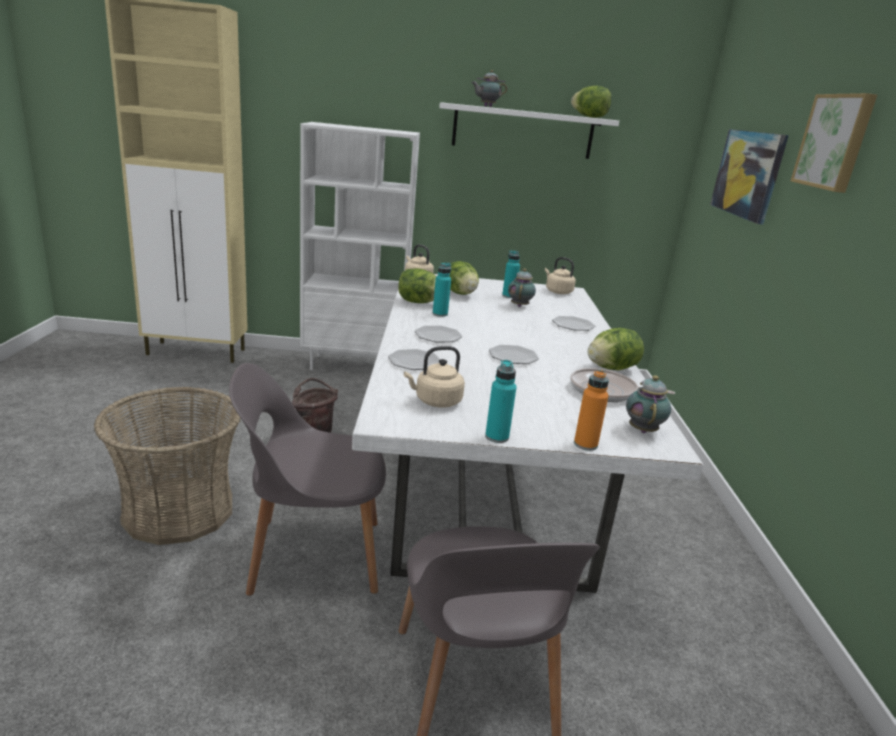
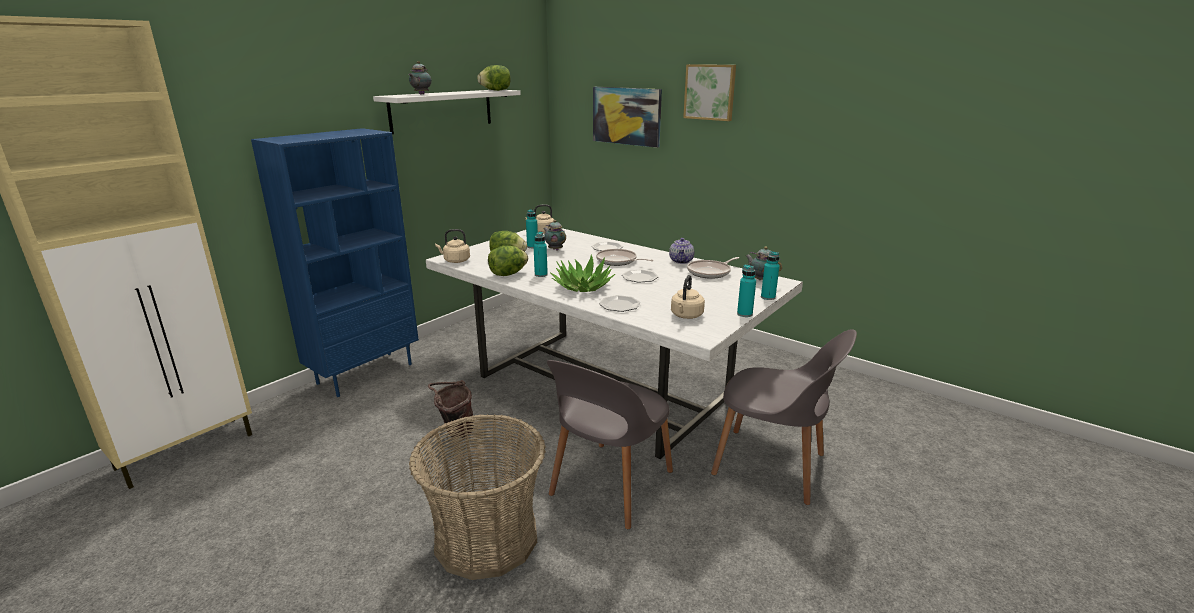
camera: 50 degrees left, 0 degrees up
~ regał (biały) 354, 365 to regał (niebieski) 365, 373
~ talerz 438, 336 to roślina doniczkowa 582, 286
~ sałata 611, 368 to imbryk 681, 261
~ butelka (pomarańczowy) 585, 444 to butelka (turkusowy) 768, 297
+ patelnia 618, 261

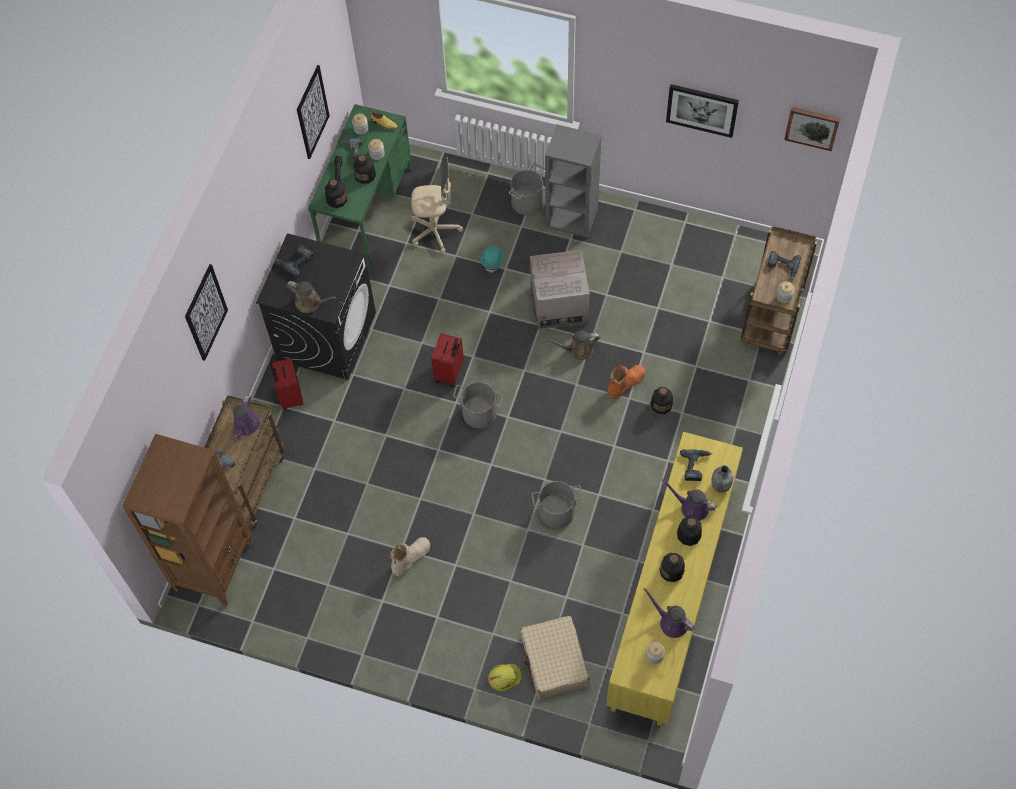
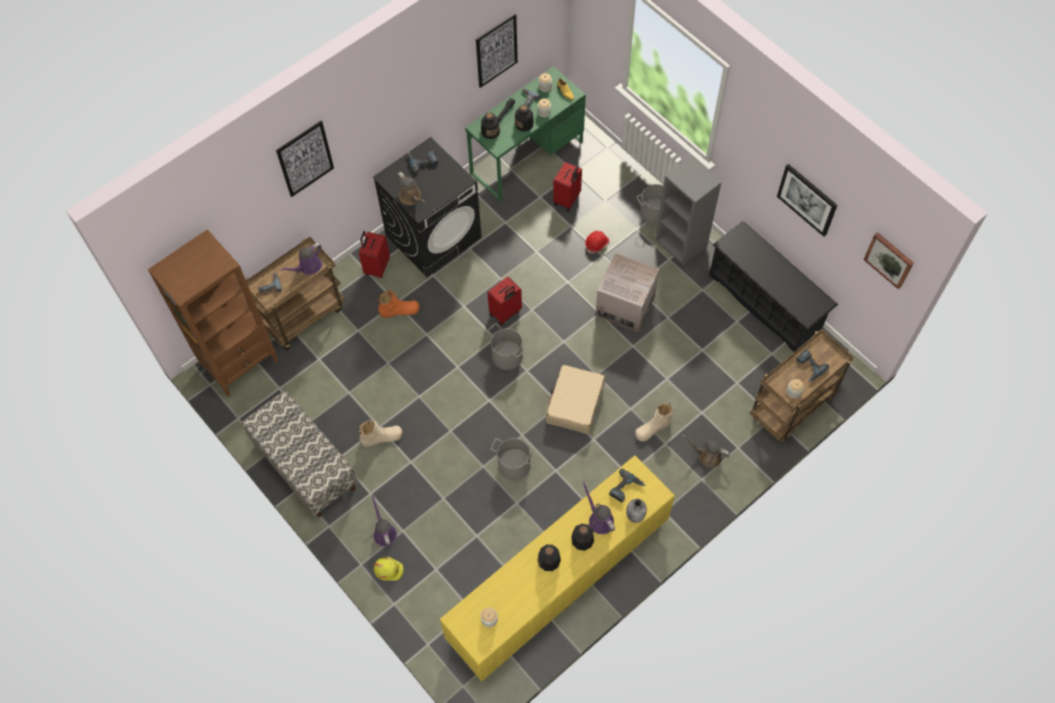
camera: 30 degrees right, 0 degrees up
~ krzesło biurowe (beżowy) 435, 231 to walizka (czerwony) 567, 199
~ kask (turkusowy) 493, 260 to kask (czerwony) 597, 244
~ konewka (brązowy) 578, 350 to 707, 456
~ but z cholewką (pomarańczowy) 625, 383 to 399, 310
~ butelka 661, 404 to but z cholewką (beżowy) 653, 428
~ konewka (fioletowy) 671, 622 to 384, 532
~ walizka (beżowy) 554, 661 to 574, 404
+ regał na buty (czarny) 765, 303
+ ławka 305, 465

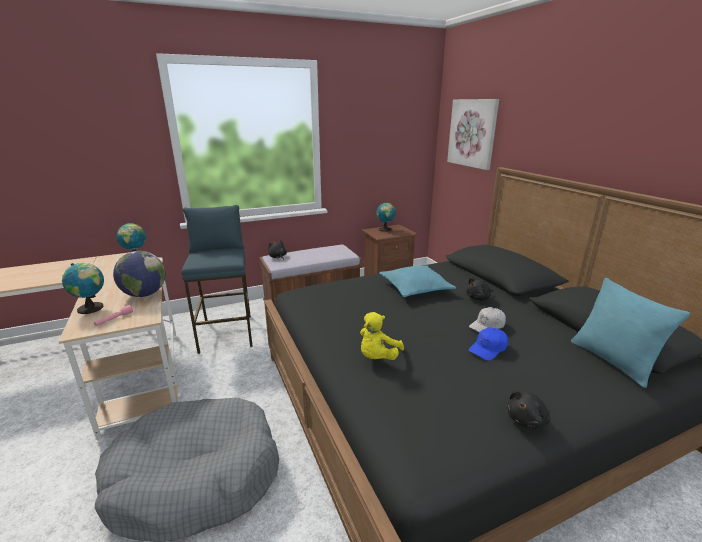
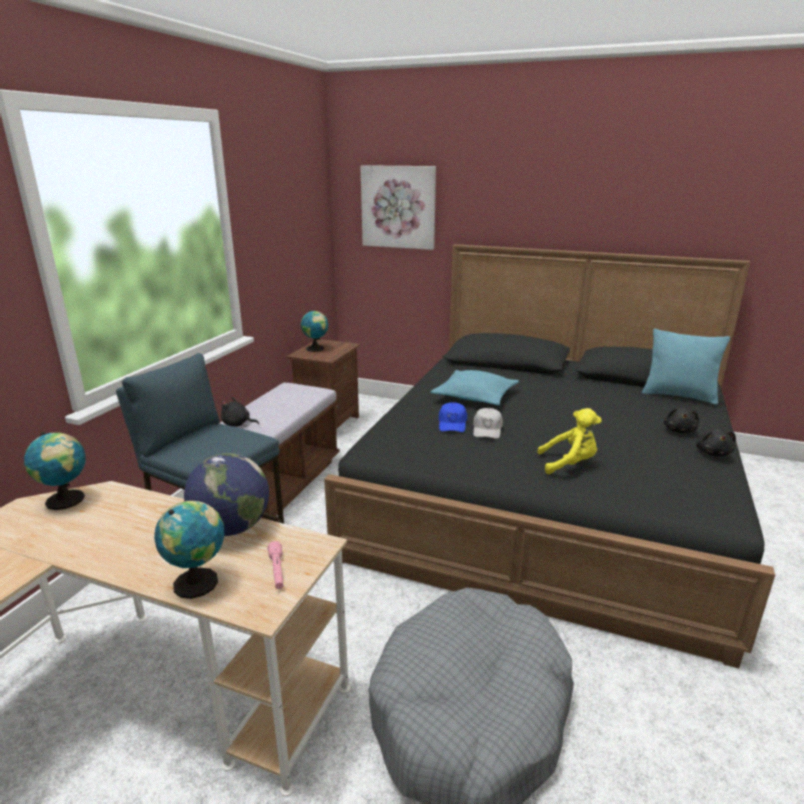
camera: 45 degrees left, 0 degrees up
~ pluszak (czarny) 478, 298 to 679, 430
~ czapka z daszkiem (biały) 487, 326 to 487, 430
~ pluszak (żółty) 377, 357 = 569, 464 75 degrees counterclockwise
~ czapka z daszkiem (niebieski) 488, 349 to 452, 424

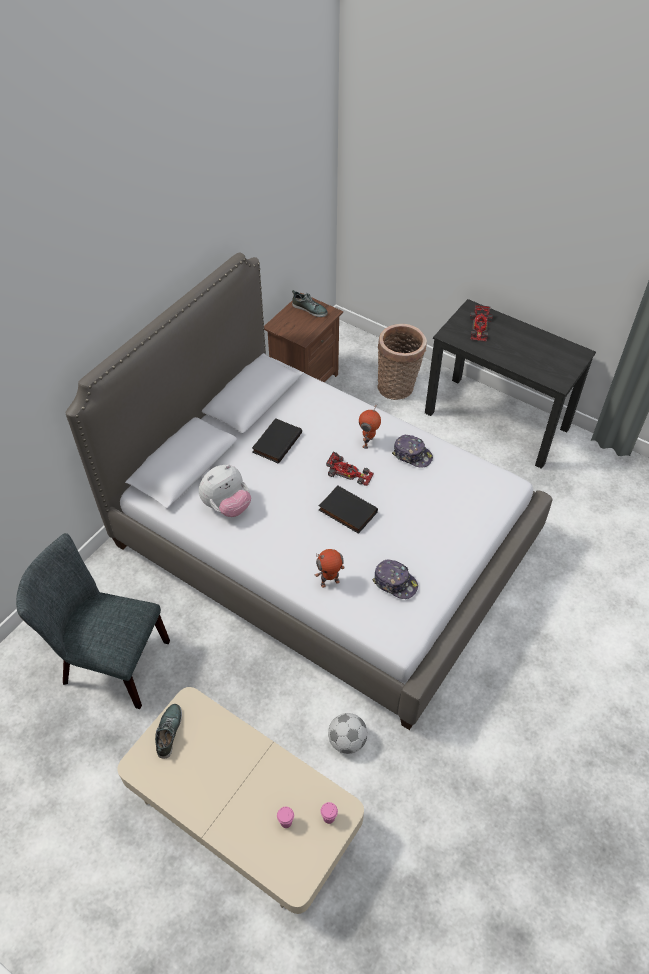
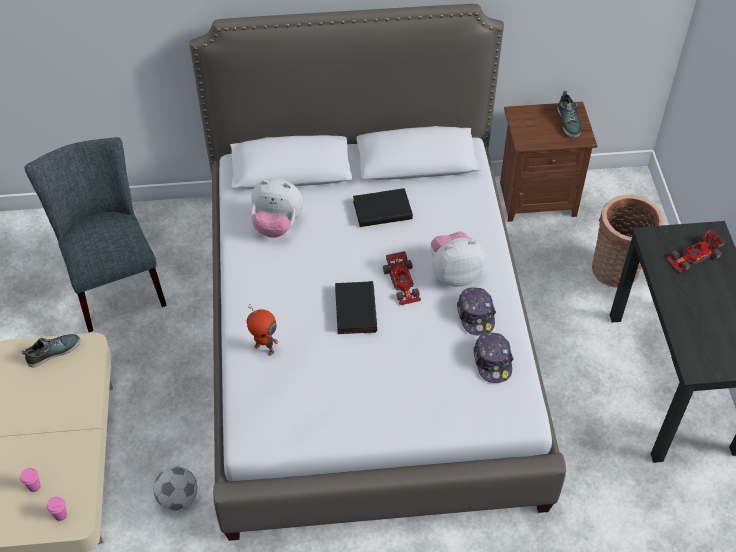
camera: 50 degrees right, 0 degrees up
~ robot zabawkowy 368, 443 to pluszak 454, 273
~ czapka z daszkiem 395, 582 to 493, 361

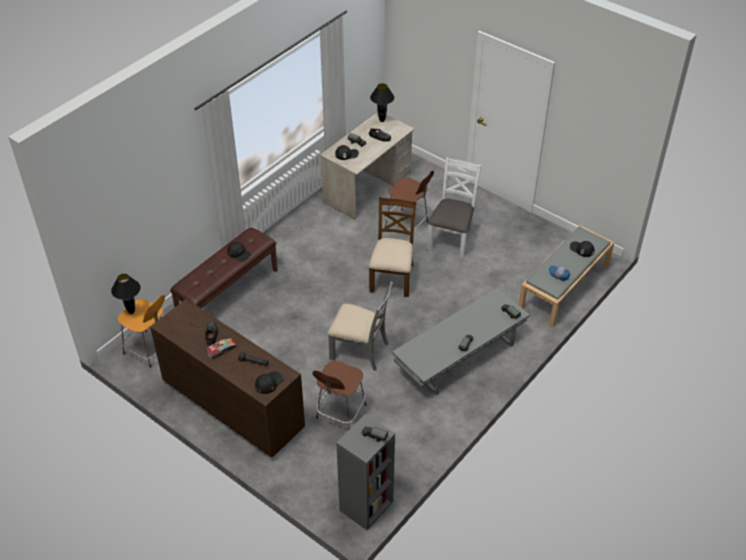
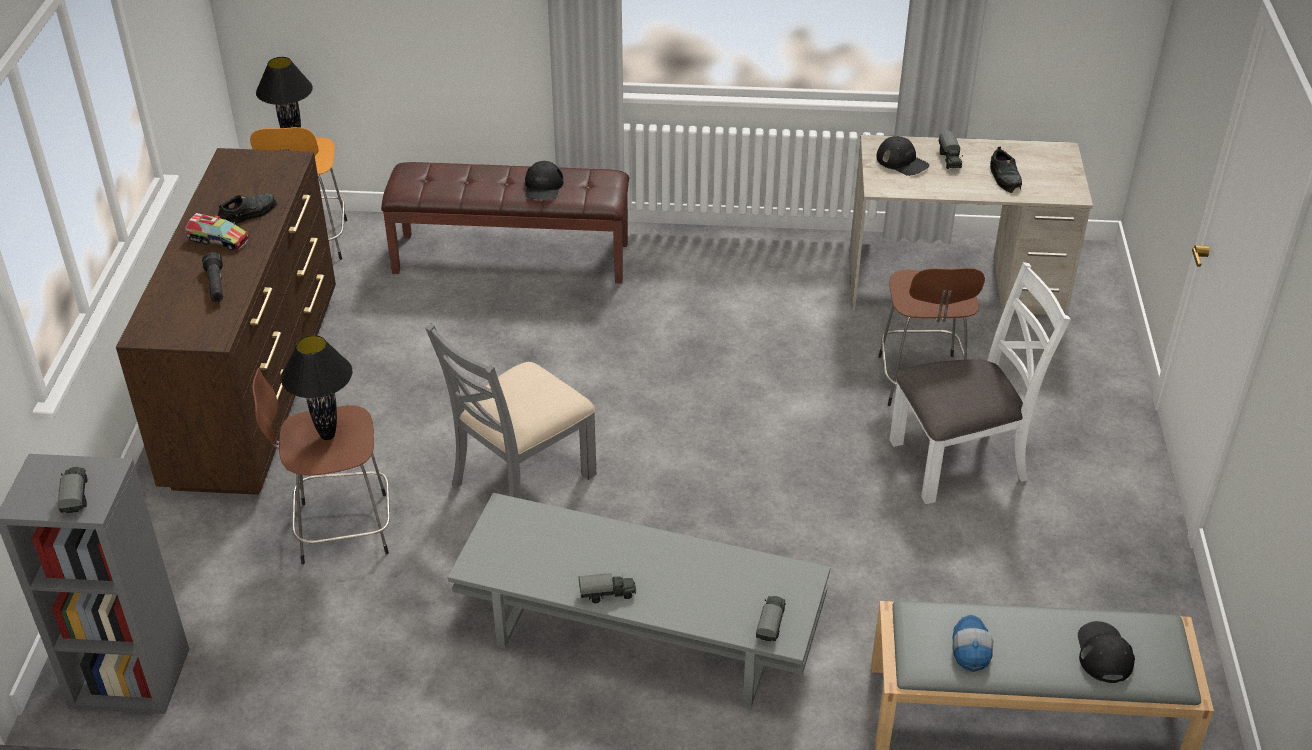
camera: 55 degrees right, 5 degrees down
~ lampa stołowa (czarny) 381, 120 to 328, 435
- krzesło (brązowy) 392, 277
~ krzesło (szary) 360, 350 = 521, 479 60 degrees clockwise
- czapka z daszkiem (czarny) 269, 383

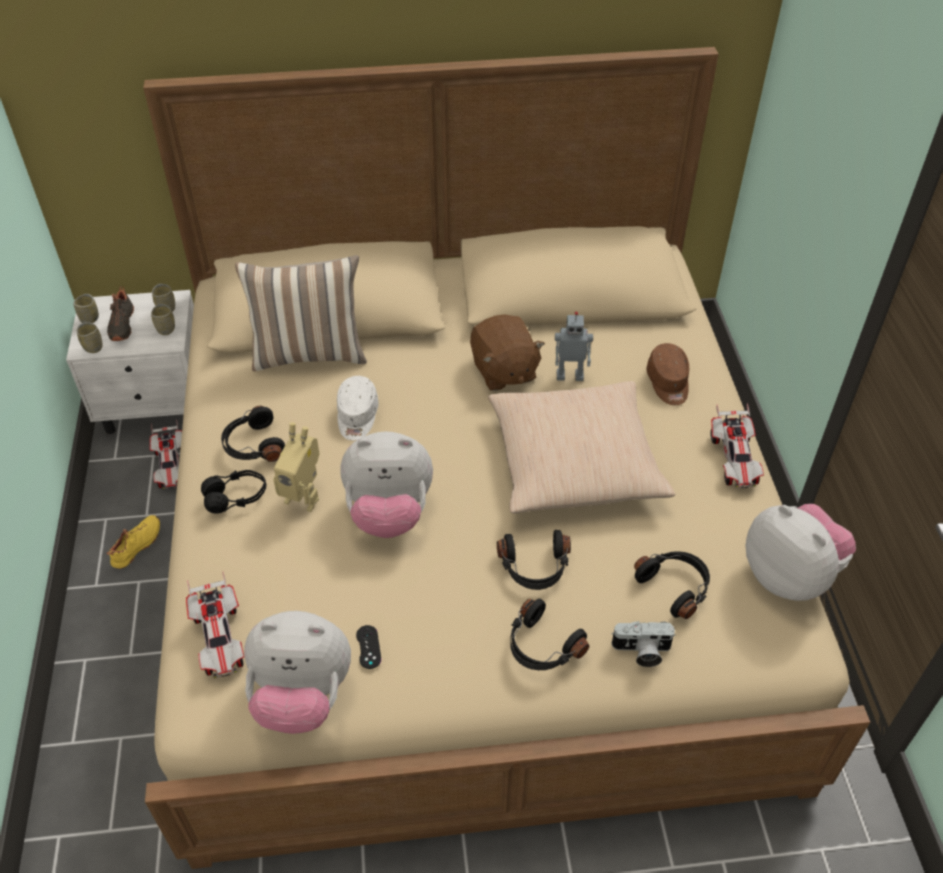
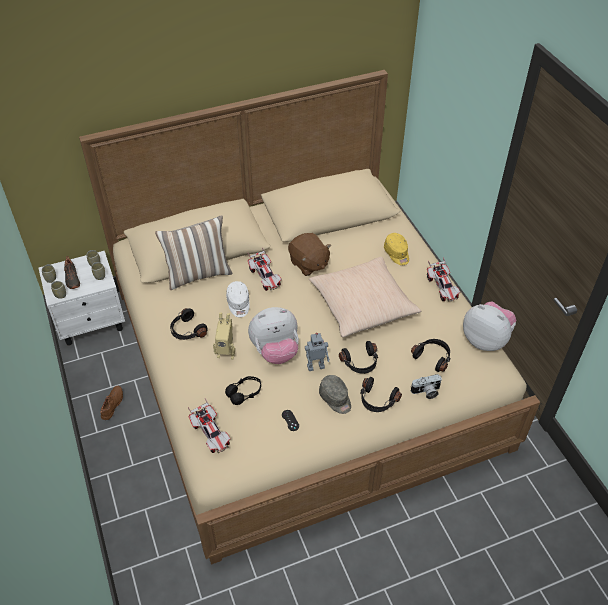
camera: 15 degrees left, 0 degrees up
~ robot zabawkowy 570, 375 to 315, 366
~ czapka z daszkiem (brązowy) 668, 383 to czapka z daszkiem (żółty) 397, 254
~ samochodzik 171, 466 to 265, 277
~ słuchawki (czarny) 236, 497 to 244, 393
~ but (żółty) 138, 546 to but (brązowy) 113, 405
- pluszak 302, 696
+ czapka z daszkiem (szary) 335, 399

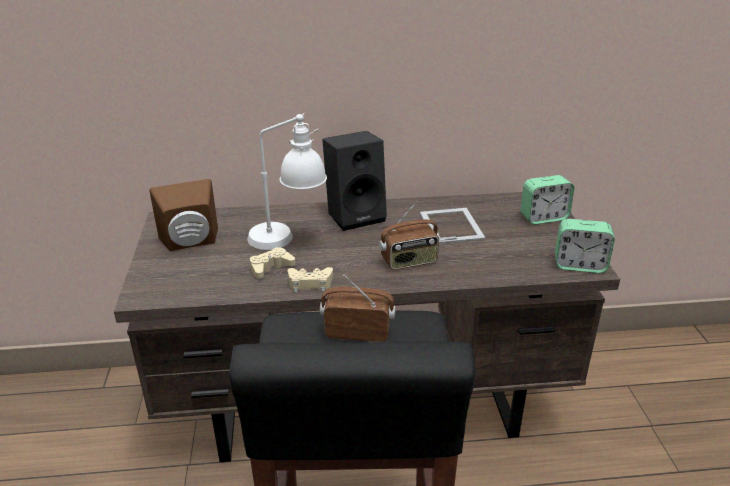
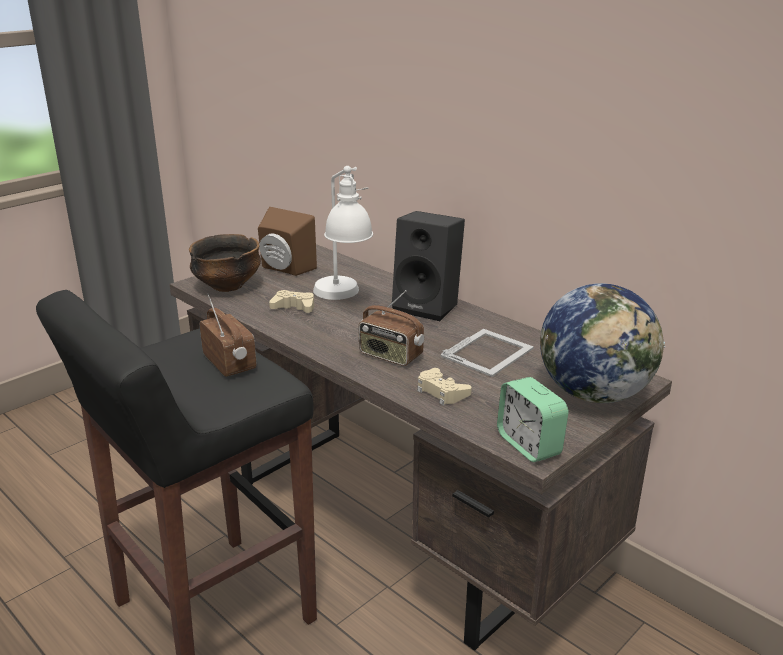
camera: 50 degrees right, 5 degrees down
~ budzik 543, 217 to globus 594, 394
~ pad do gier (beżowy) 310, 283 to 441, 392
+ miska 227, 286

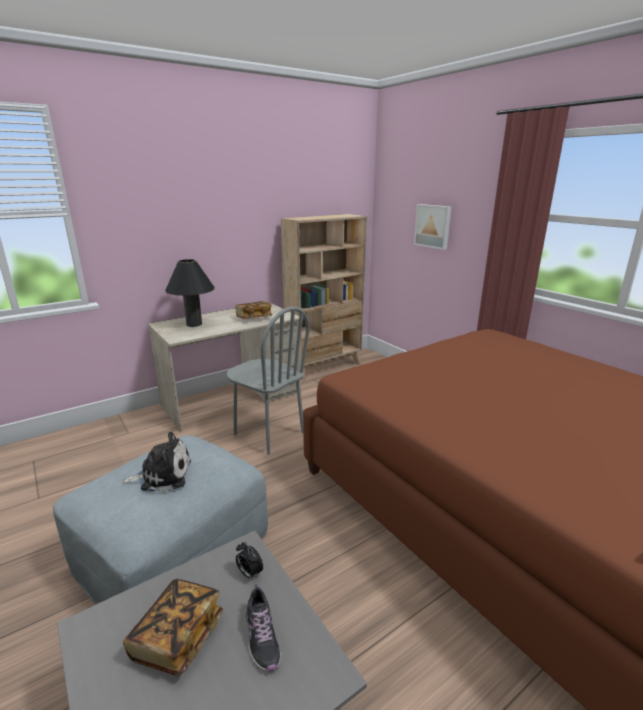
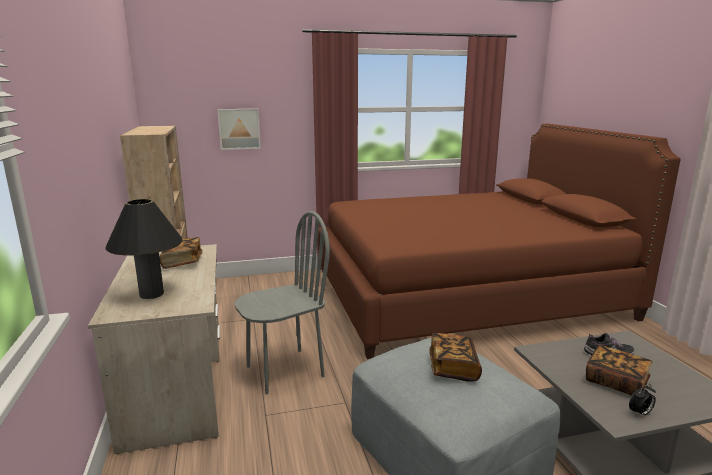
camera: 70 degrees left, 5 degrees down
~ pluszak 163, 475 to książka 453, 368
~ budzik 249, 573 to 640, 413

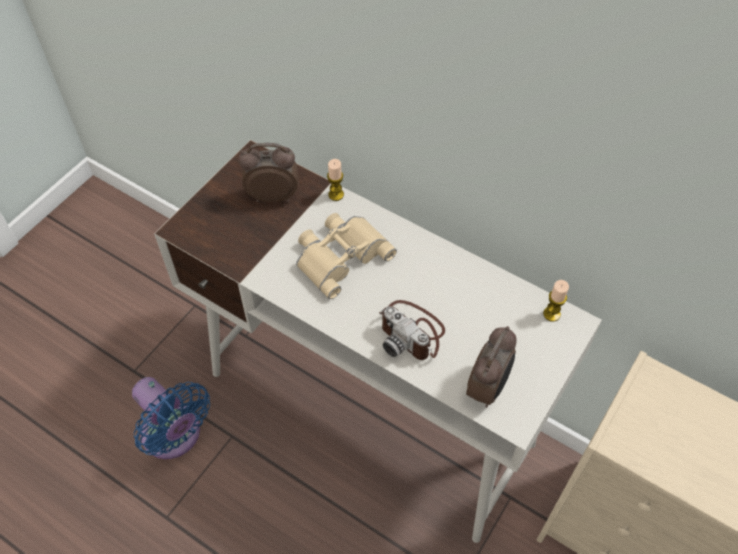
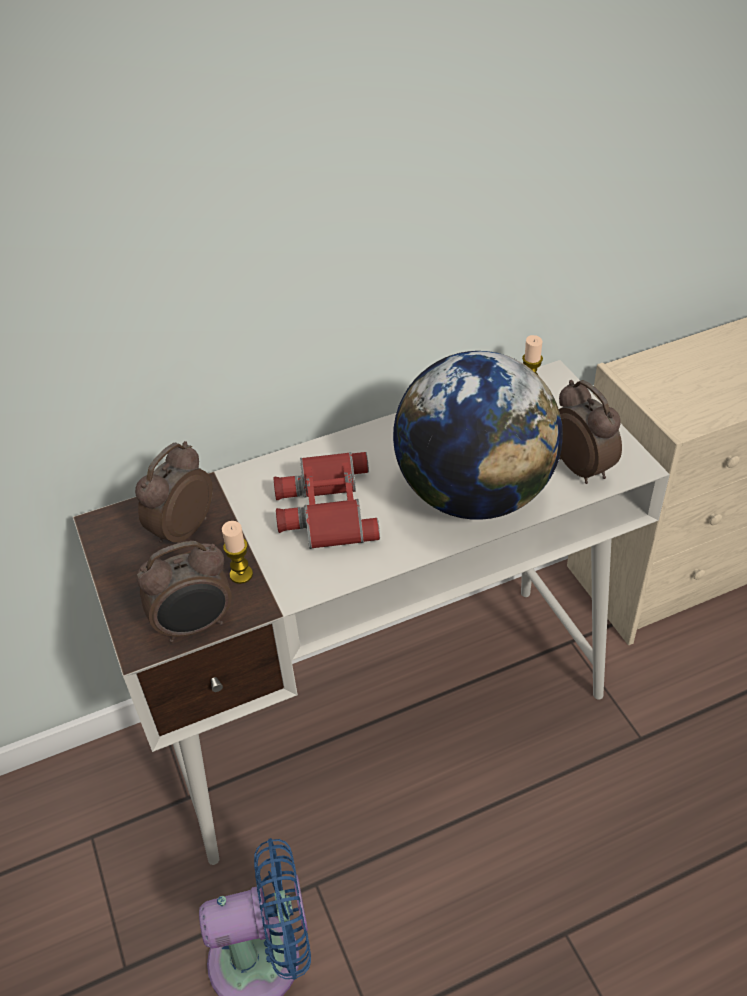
camera: 55 degrees left, 10 degrees down
~ świeca 336, 195 to 241, 574
~ lornetka (beżowy) 340, 255 to lornetka (czerwony) 324, 507
~ aparat fotograficzny 412, 332 to globus 474, 494
+ budzik 195, 626

